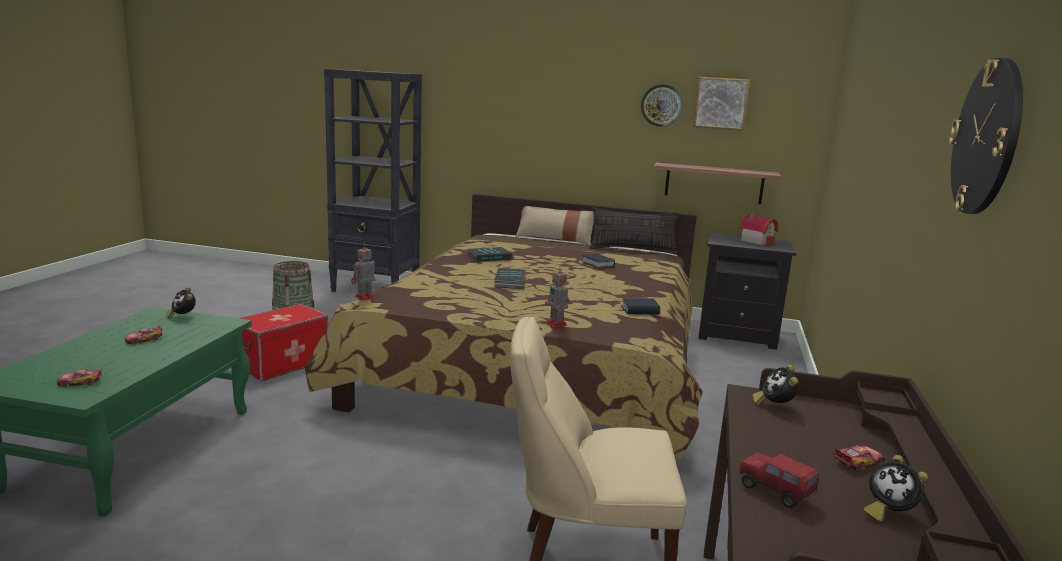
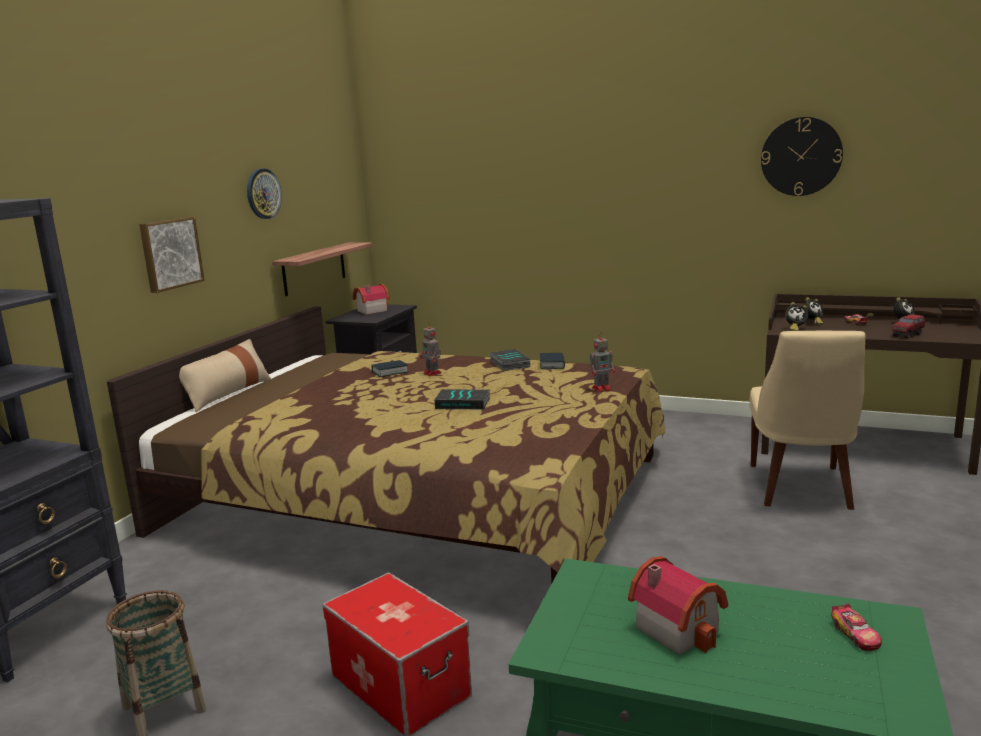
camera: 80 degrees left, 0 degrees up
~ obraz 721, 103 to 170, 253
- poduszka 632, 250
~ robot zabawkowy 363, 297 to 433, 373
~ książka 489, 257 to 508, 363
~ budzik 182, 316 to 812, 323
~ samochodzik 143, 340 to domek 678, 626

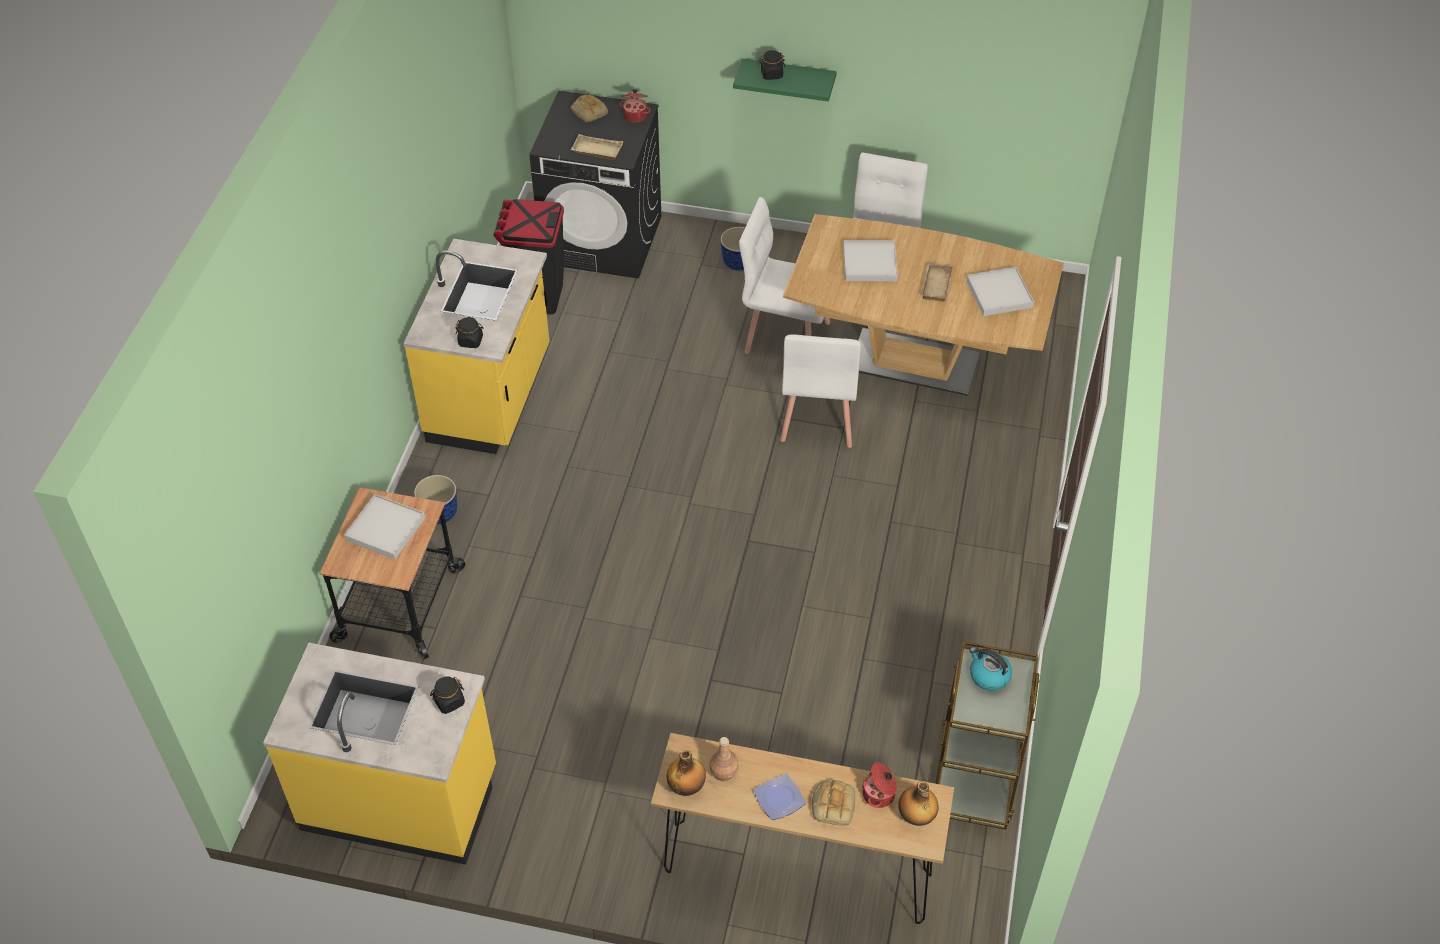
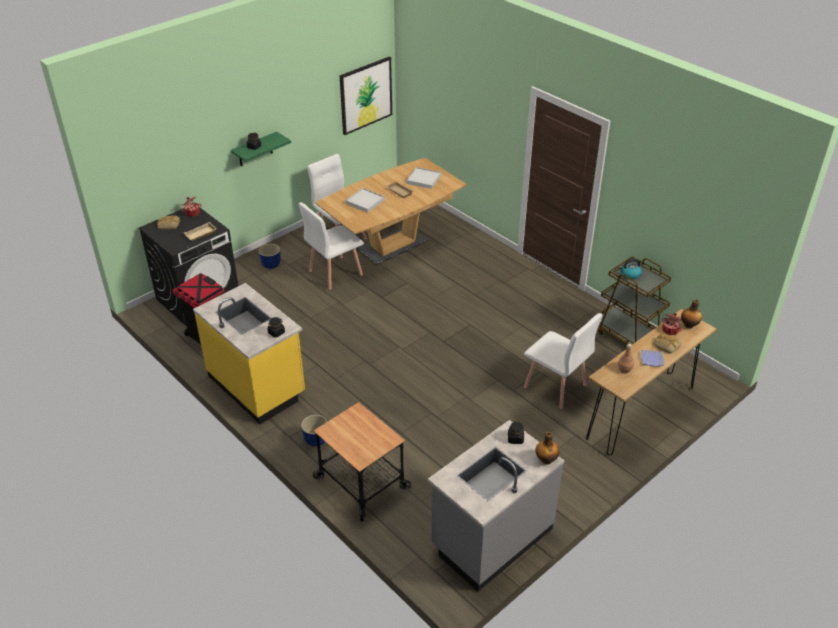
camera: 55 degrees left, 10 degrees down
~ krzesło (biały) 817, 418 to 555, 386
- taca (biały) 385, 529
~ zabudowa kuchenna (żółty) 401, 798 to zabudowa kuchenna (szary) 491, 538
~ butelka 687, 787 to 546, 459
+ obraz 365, 95

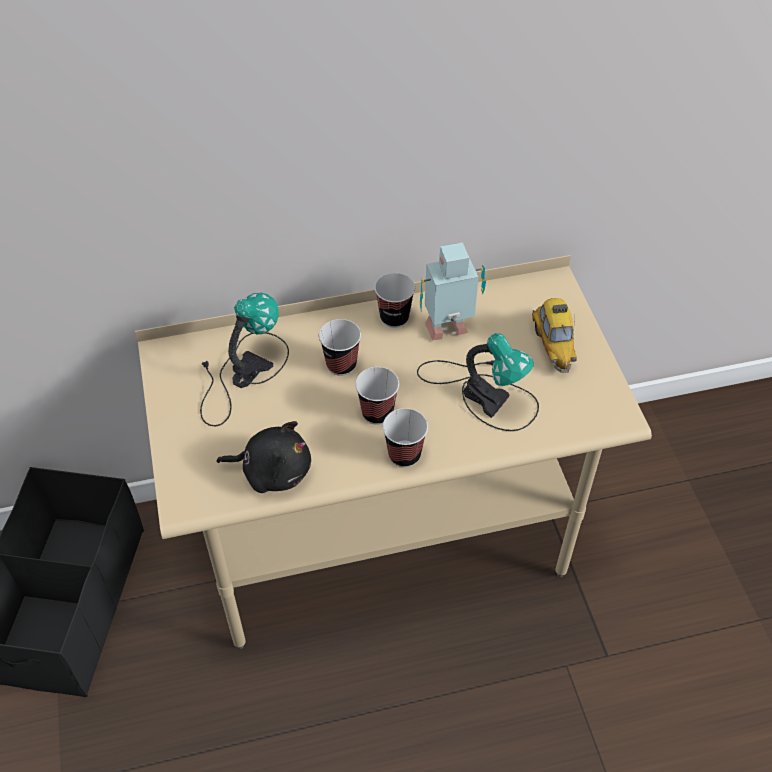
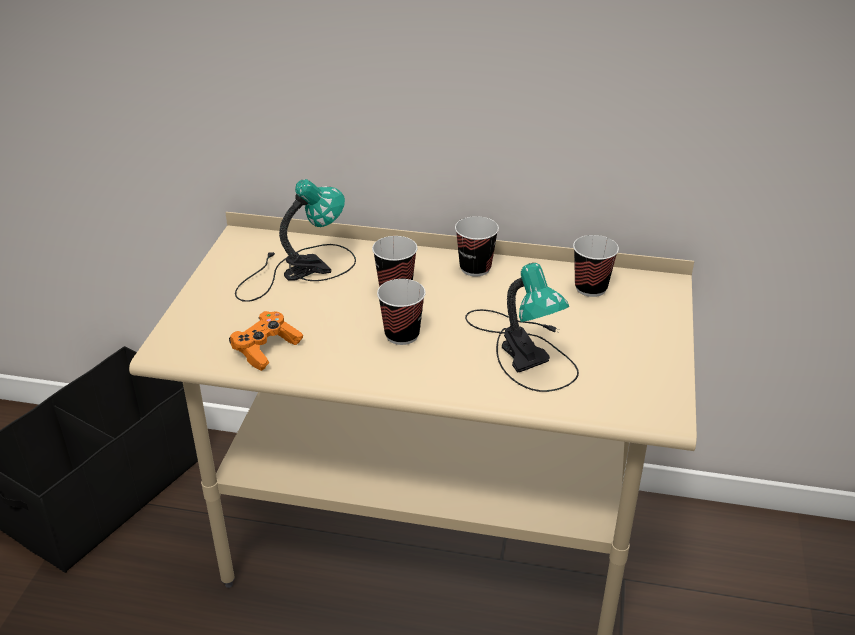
camera: 25 degrees right, 15 degrees down
- robot zabawkowy 449, 331
- samochodzik 553, 345
~ filiżanka 404, 455 to 590, 288
~ pluszak (czarny) 273, 471 to pad do gier (pomarańczowy) 266, 349

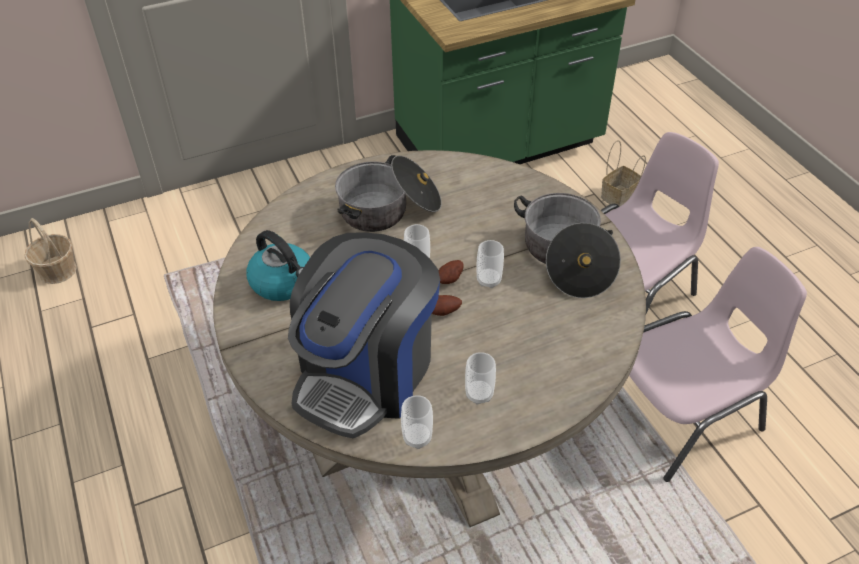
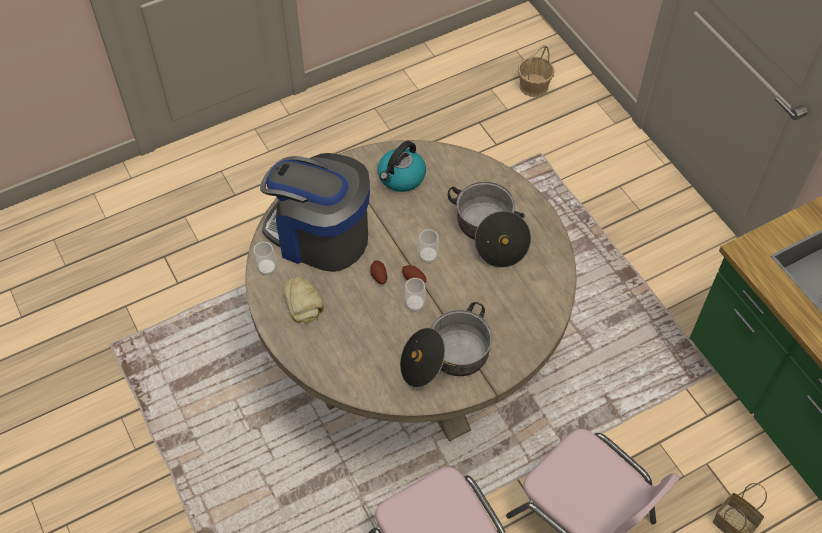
camera: 85 degrees right, 10 degrees up
~ filiżanka 479, 394 to chleb 303, 302

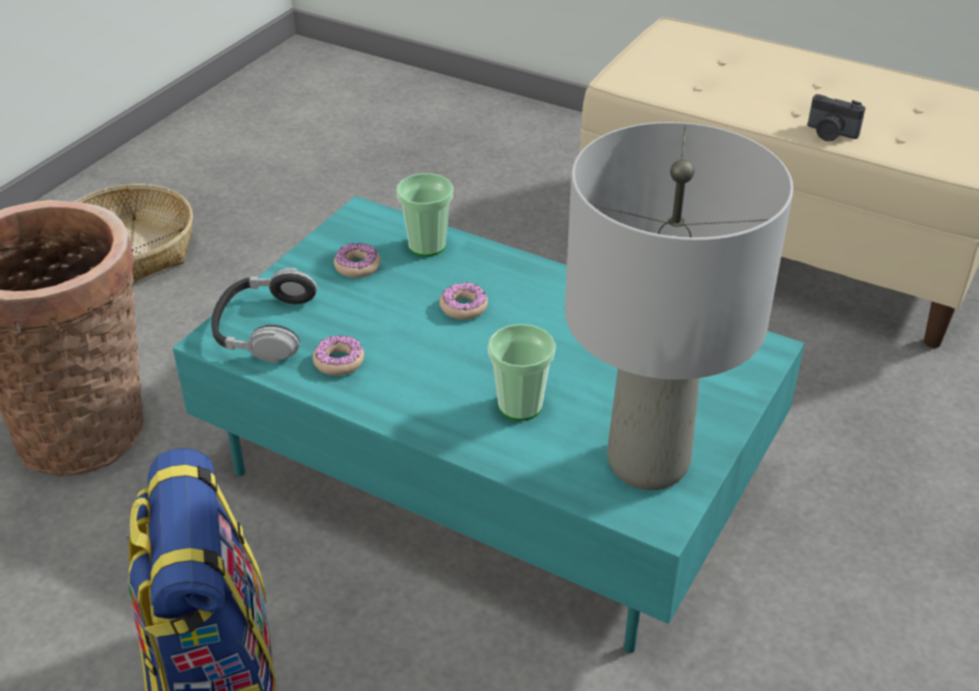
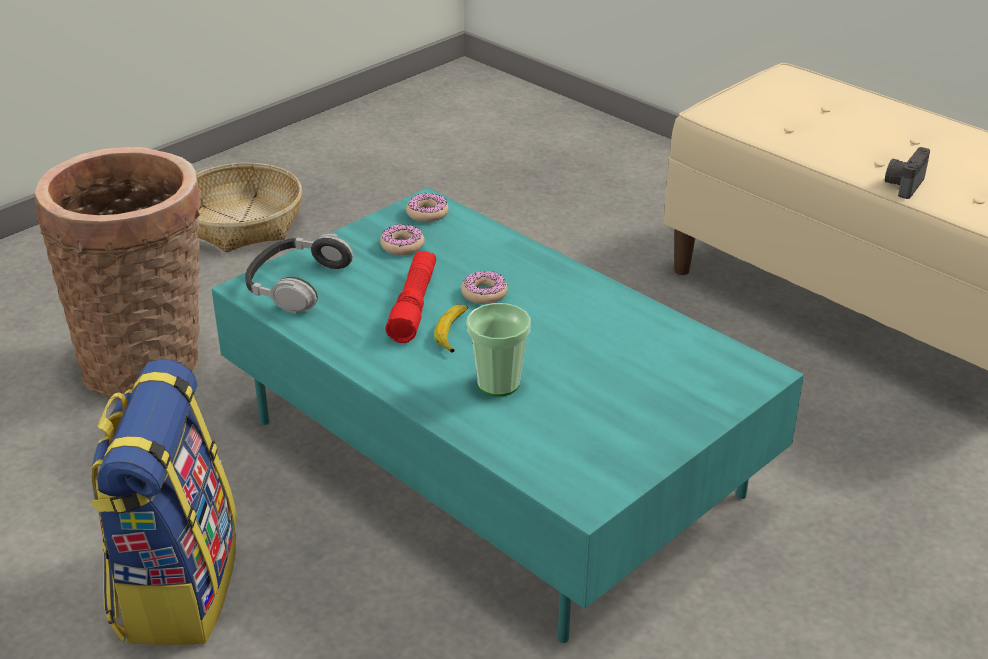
camera: 15 degrees right, 5 degrees down
~ aparat fotograficzny 830, 134 = 903, 185 75 degrees clockwise
- lampa stołowa (szary) 649, 462
- filiżanka 427, 245
~ donut 339, 361 to 427, 213
+ latarka (czerwony) 414, 305
+ banan 453, 333

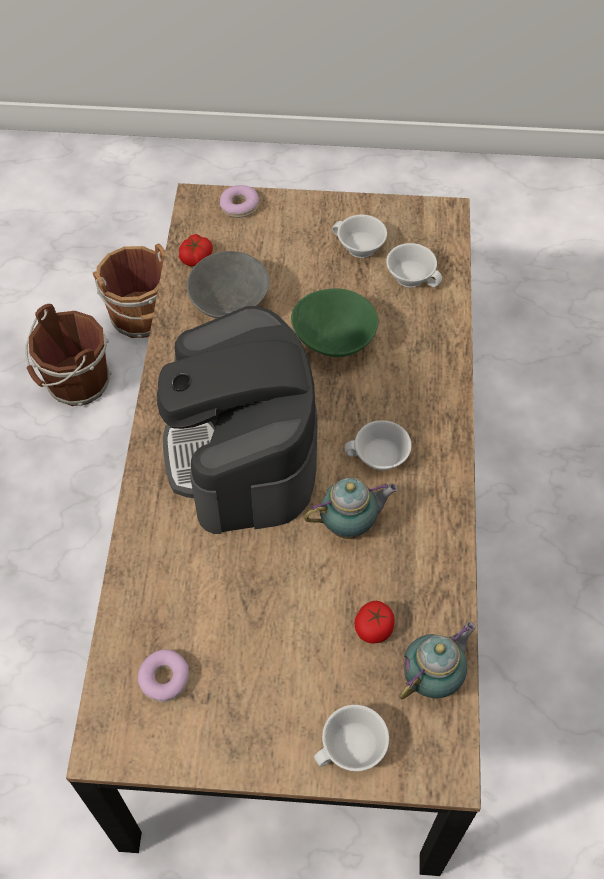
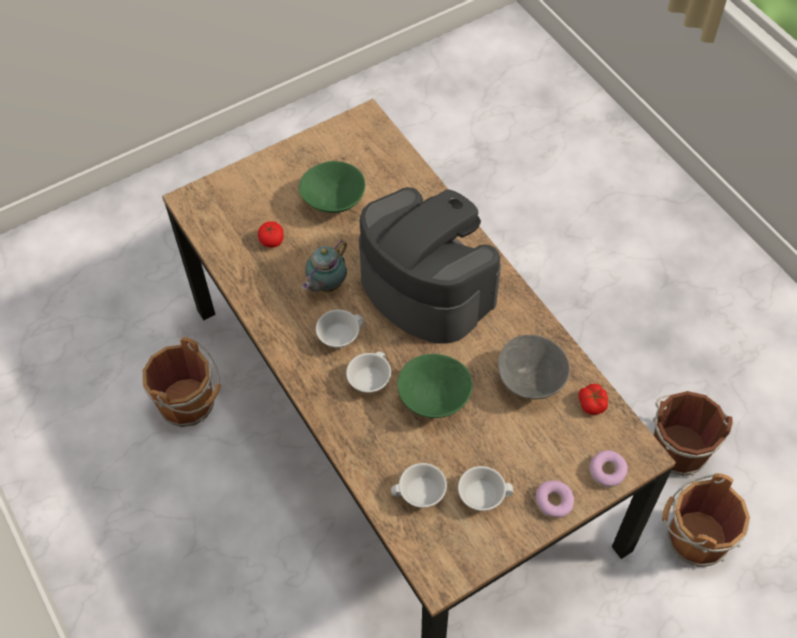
camera: 145 degrees right, 0 degrees up
- imbryk 433, 677
~ donut 164, 679 to 553, 502
~ filiżanka (biały) 353, 749 to 368, 379
+ miska (zielony) 333, 202
+ wiadro (brązowy) 189, 403

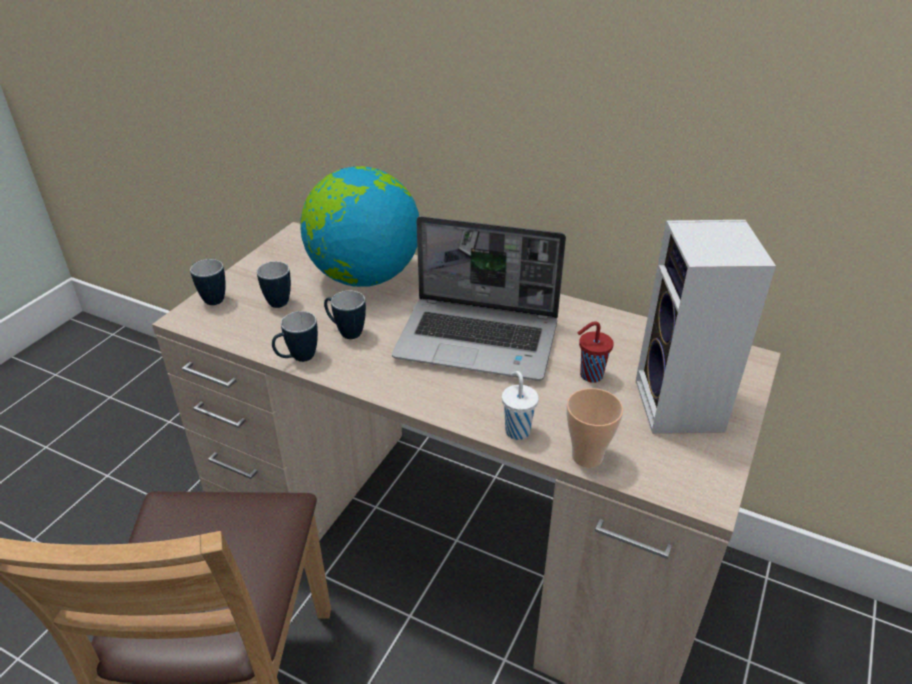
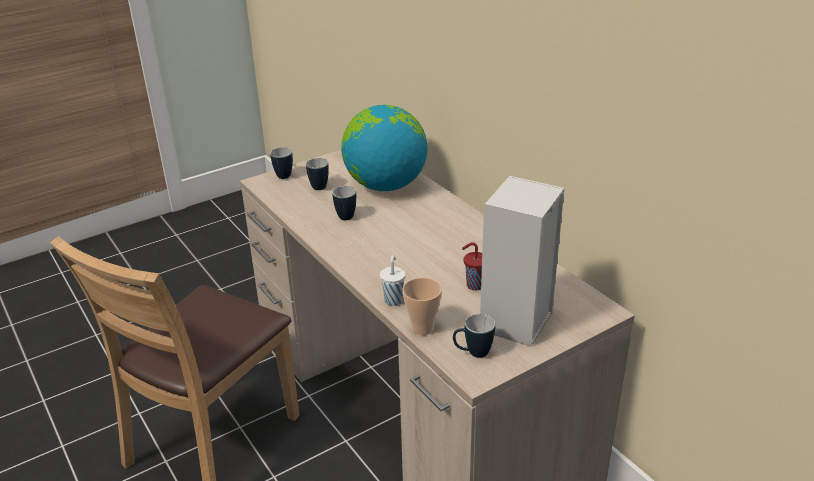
camera: 30 degrees right, 5 degrees down
- laptop 479, 340
~ kubek 298, 358 to 473, 353

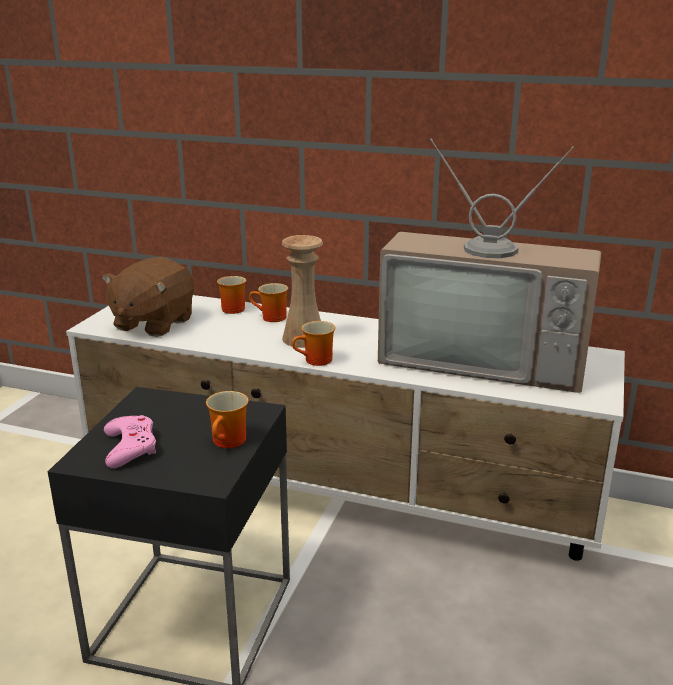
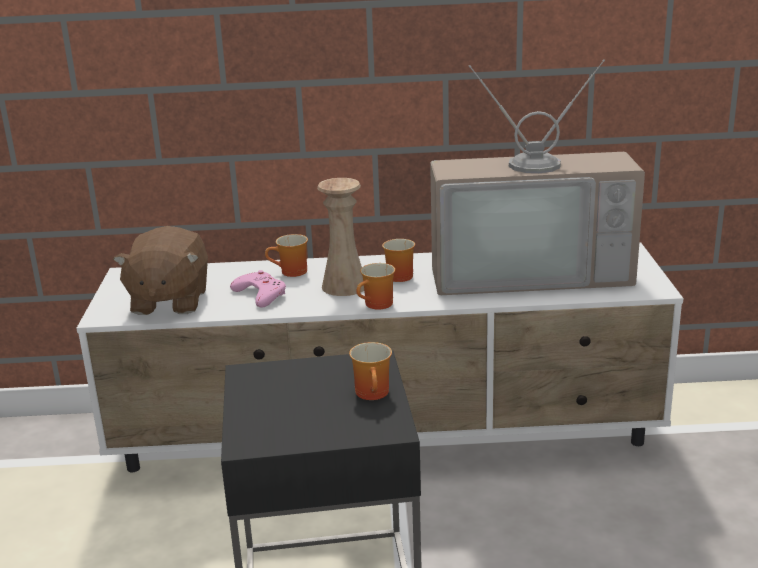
camera: 20 degrees left, 0 degrees up
~ kubek 233, 308 to 397, 275
~ pad do gier (różowy) 130, 447 to 260, 294

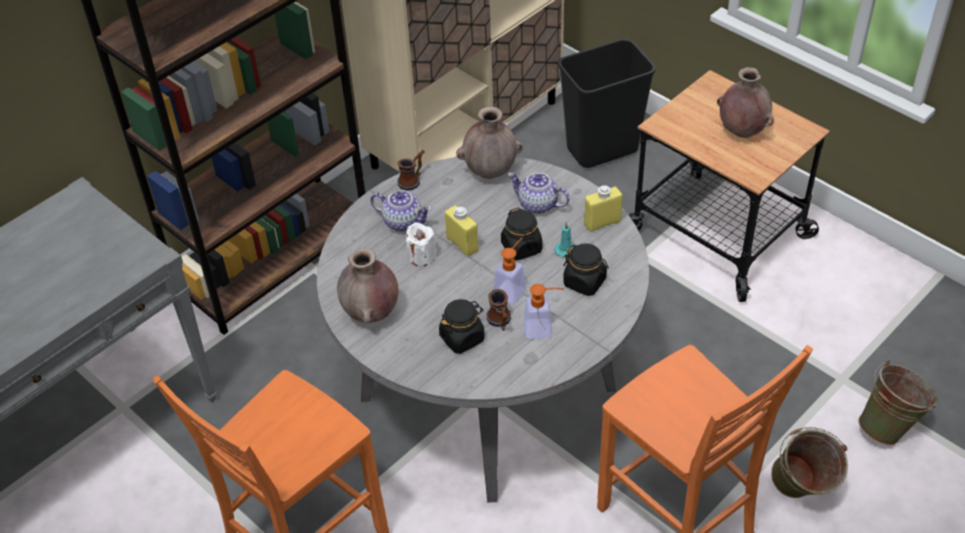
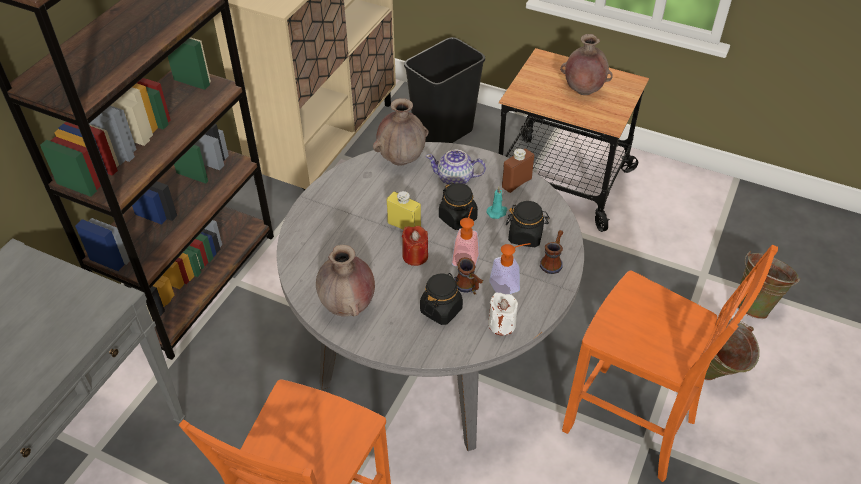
camera: 20 degrees left, 0 degrees up
~ kubek 413, 180 to 552, 261
~ butelka (żółty) 602, 223 to butelka (brązowy) 516, 183
- imbryk 402, 221
~ świeca (biały) 422, 256 to 501, 324
+ świeca (czerwony) 415, 256

